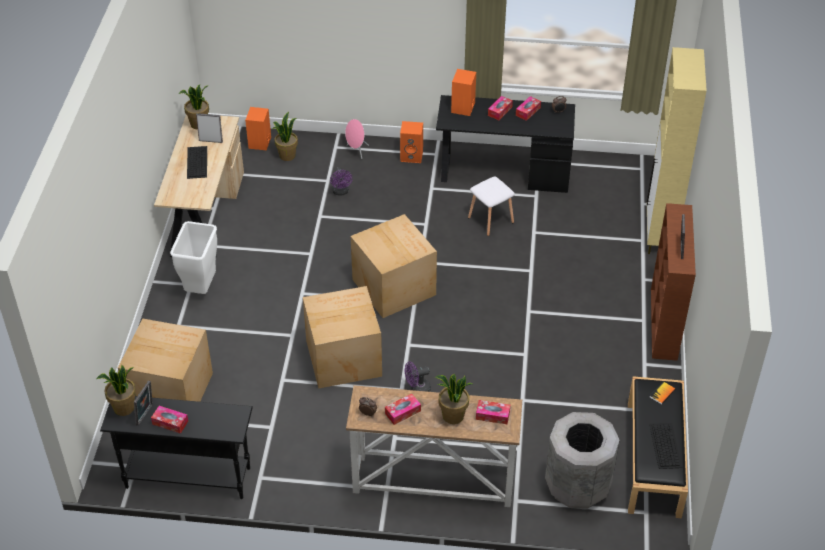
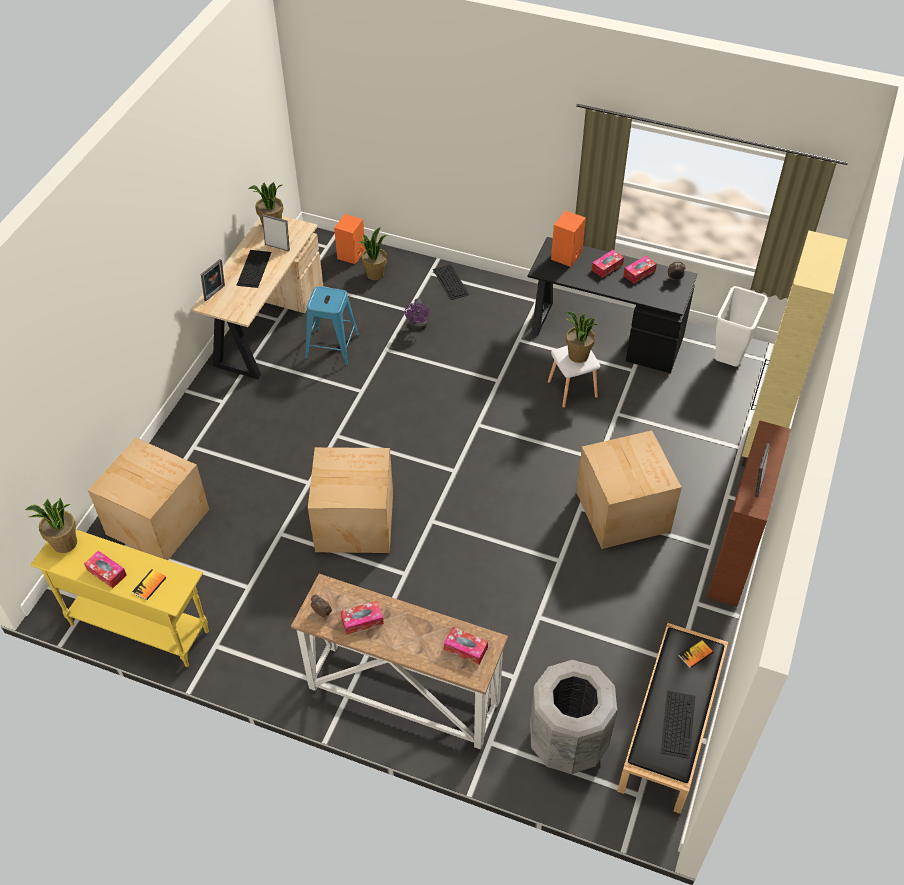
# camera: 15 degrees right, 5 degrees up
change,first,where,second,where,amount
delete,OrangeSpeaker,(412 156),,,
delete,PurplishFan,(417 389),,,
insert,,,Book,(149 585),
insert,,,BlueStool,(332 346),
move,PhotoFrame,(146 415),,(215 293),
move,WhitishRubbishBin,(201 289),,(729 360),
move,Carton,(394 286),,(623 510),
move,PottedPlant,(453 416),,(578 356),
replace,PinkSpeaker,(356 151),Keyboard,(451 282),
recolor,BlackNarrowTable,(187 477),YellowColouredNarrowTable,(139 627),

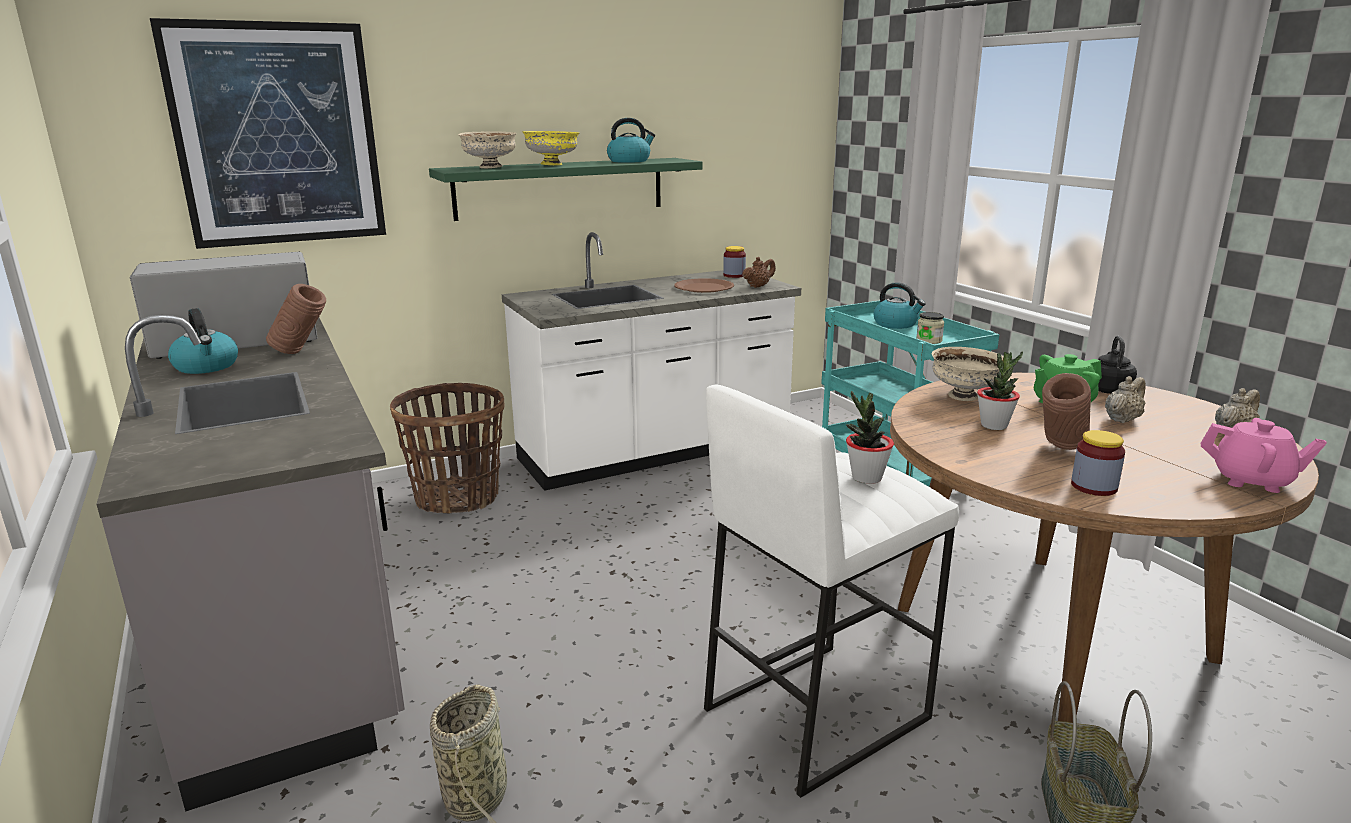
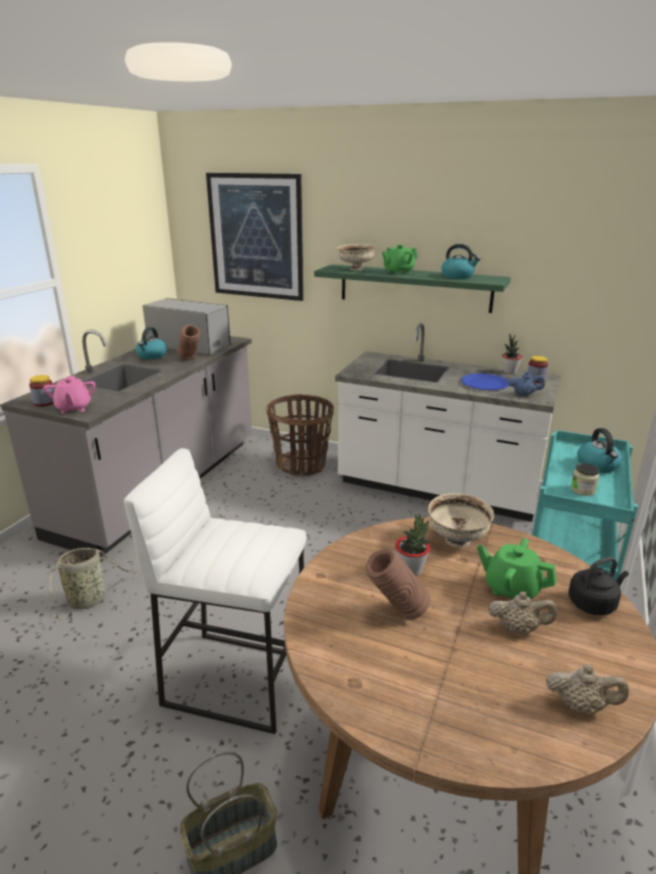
# camera: 50 degrees right, 5 degrees up
change,first,where,second,where,amount
move,PottedPlant,(866 478),,(509 372),
move,PreserveJar,(1094 487),,(45 402),
move,PinkTeapot,(1252 481),,(73 408),
replace,YellowColouredBowl,(552 164),GreenishTeapot,(398 272),
recolor,BrownishFlatDish,(704 288),BlueFlatDish,(485 383),
recolor,BrownishTeapot,(758 286),BlueTeapot,(524 395),

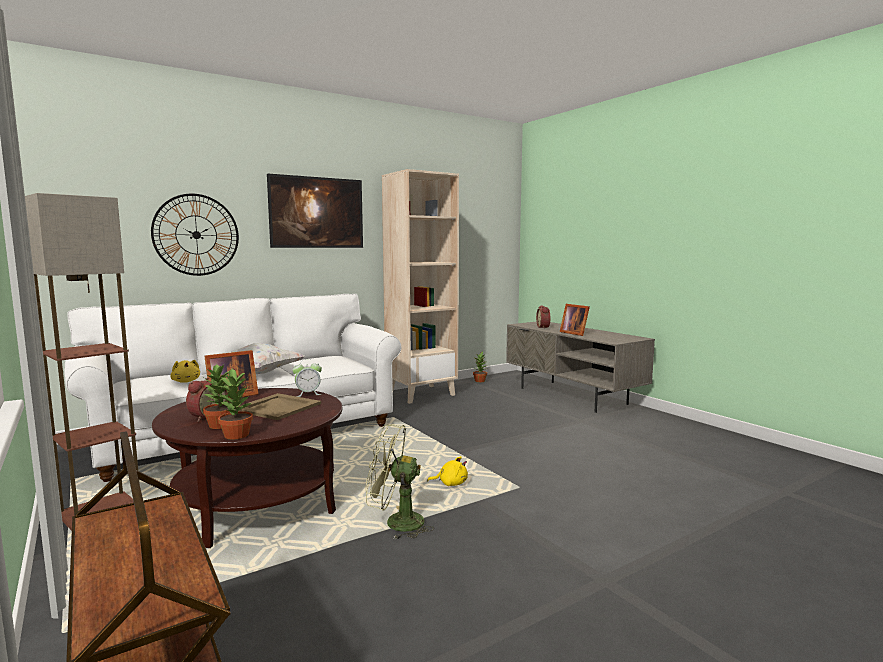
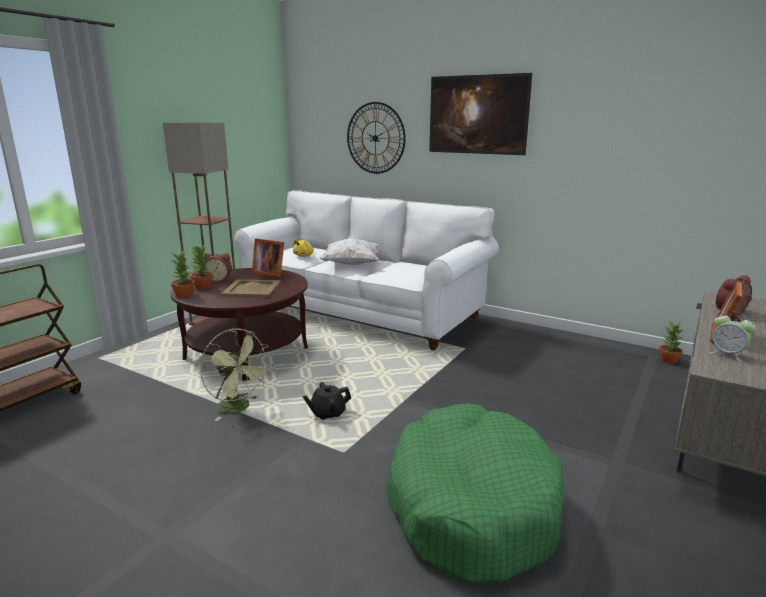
# camera: 65 degrees right, 10 degrees up
change,first,where,second,where,amount
delete,SandColouredShelvingUnit,(421 394),,,
insert,,,GreenishDogBed,(471 505),
move,BedsideClock,(308 394),,(727 354),
replace,YellowColouredCuddlyToy,(450 483),BlackTeapot,(327 414),
rotate,GreenishFan,(396 523),,(239 408),150 degrees clockwise

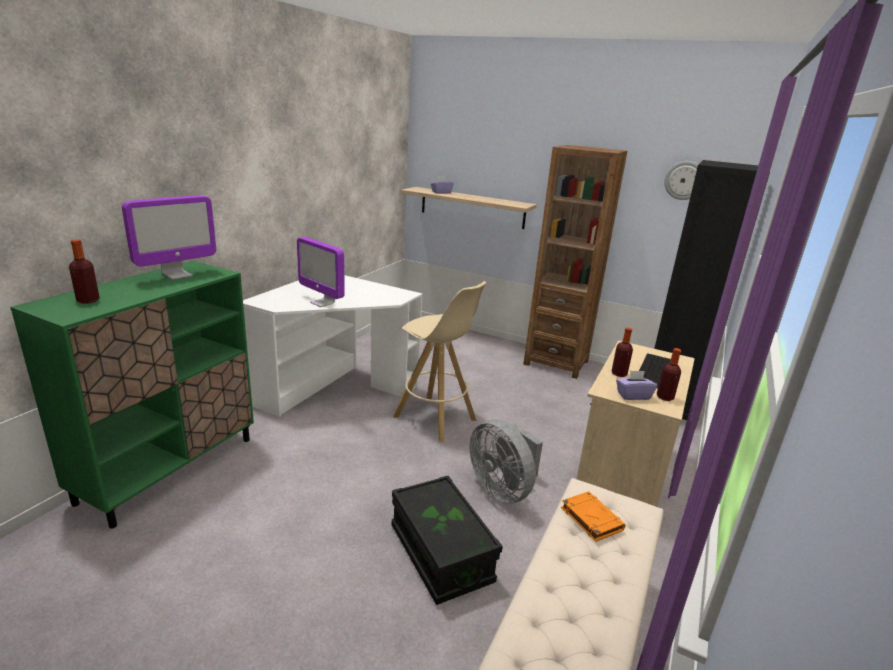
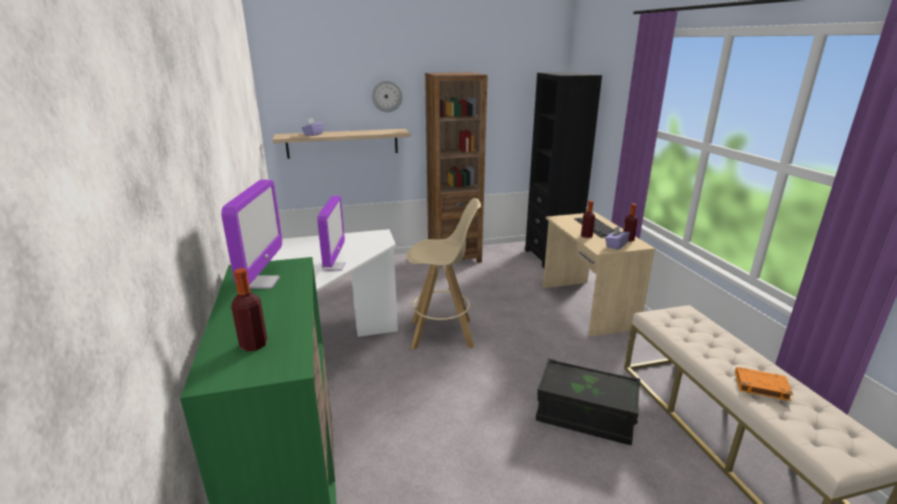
# camera: 40 degrees left, 0 degrees up
change,first,where,second,where,amount
delete,GreyishFan,(502 489),,,
move,OrangeBook,(590 518),,(761 386),
move,HangingClock,(684 180),,(387 96),
rotate,ComputerScreen,(322 303),,(333 267),90 degrees counterclockwise

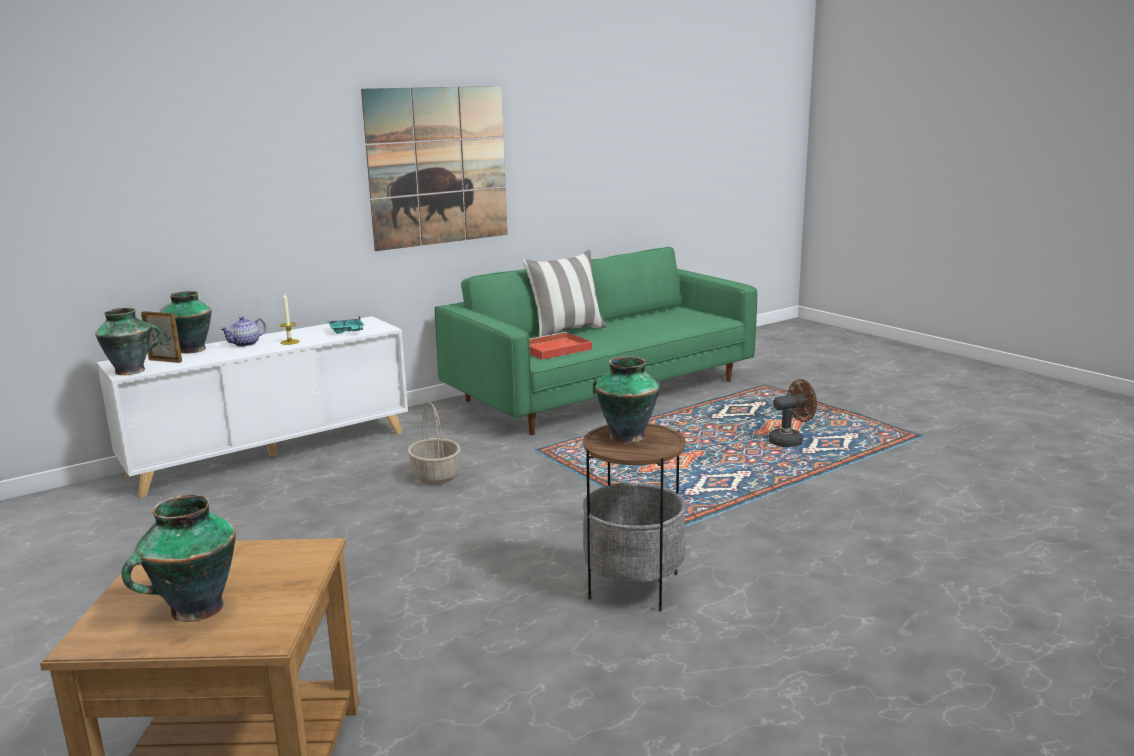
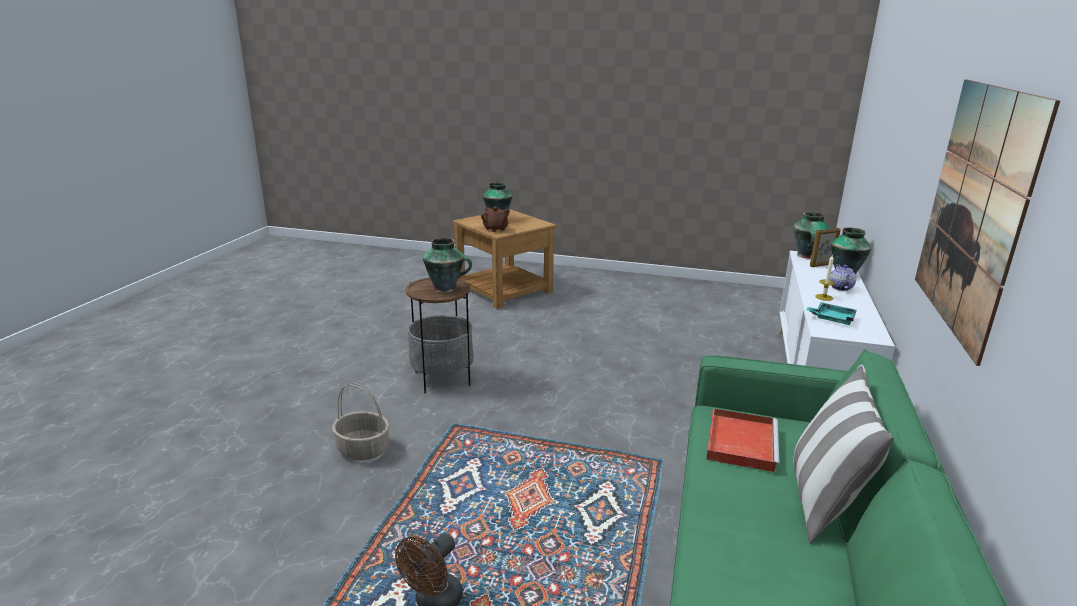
# camera: 140 degrees right, 5 degrees up
change,first,where,second,where,amount
insert,,,BrownishTeapot,(495 229),
move,HouseholdBasket,(435 476),,(364 449),

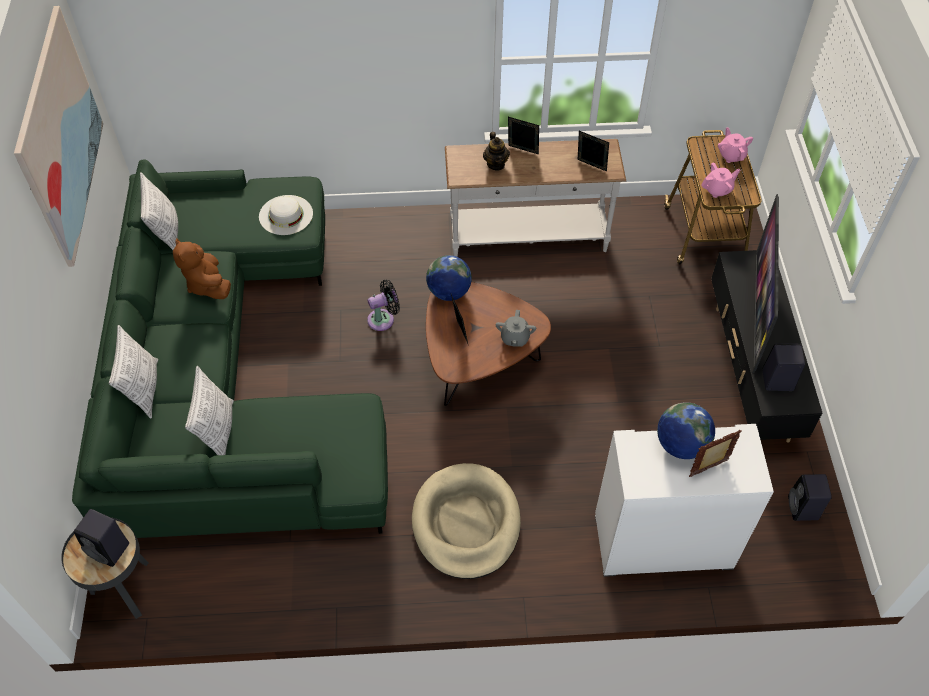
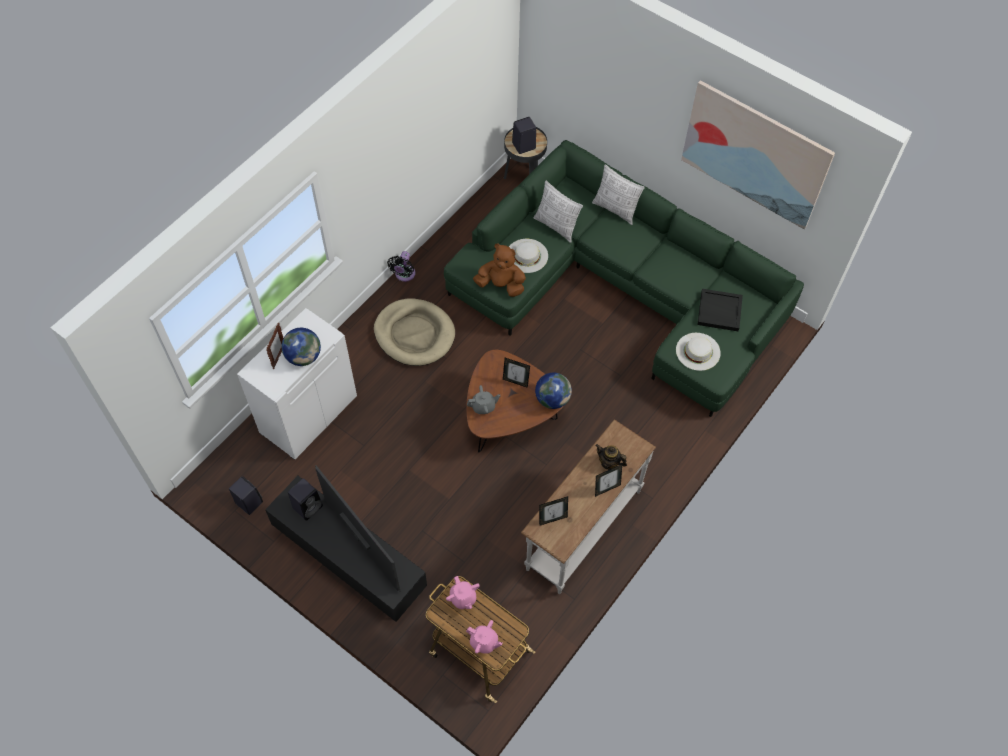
# camera: 130 degrees right, 5 degrees up
change,first,where,second,where,amount
delete,Cushion,(166 233),,,
insert,,,WhitishHat,(527 255),
insert,,,BlackCarryingTray,(719 311),
move,BrownishCuddlyToy,(207 284),,(501 285),
move,BlackFan,(383 319),,(404 275),
rotate,GreyishTeapot,(514 338),,(483 406),120 degrees clockwise
rotate,PinkTeapot,(717 189),,(463 598),45 degrees counterclockwise

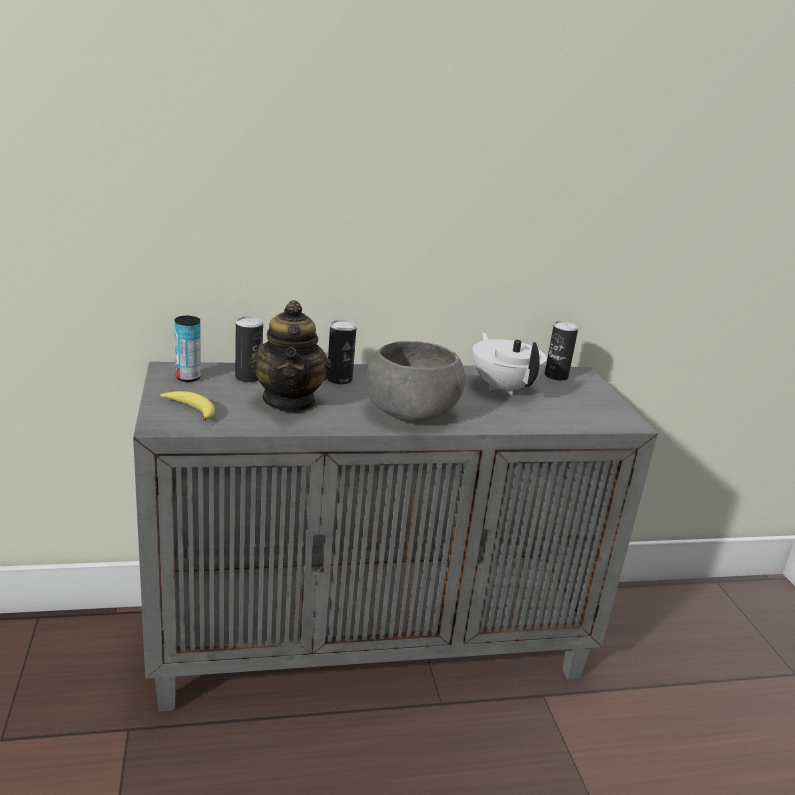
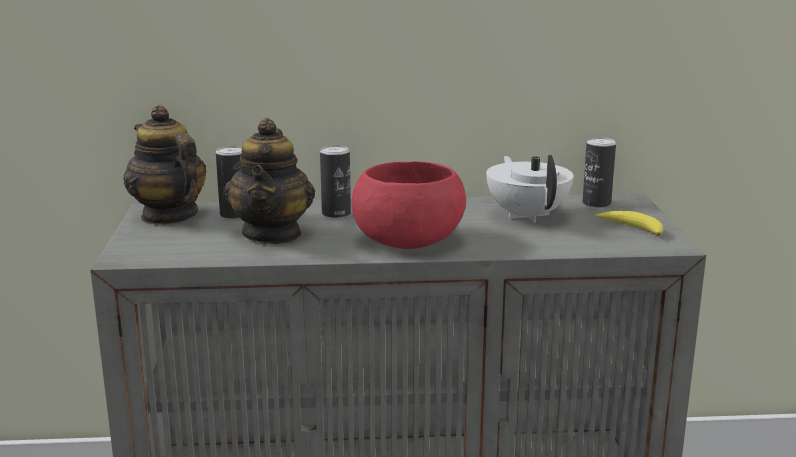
# camera: 10 degrees right, 5 degrees down
change,first,where,second,where,amount
move,WholeBanana,(191 410),,(632 229),
replace,SealedCan,(188 377),Teapot,(168 216),
recolor,GreyishBowl,(411 411),ReddishBowl,(408 240),

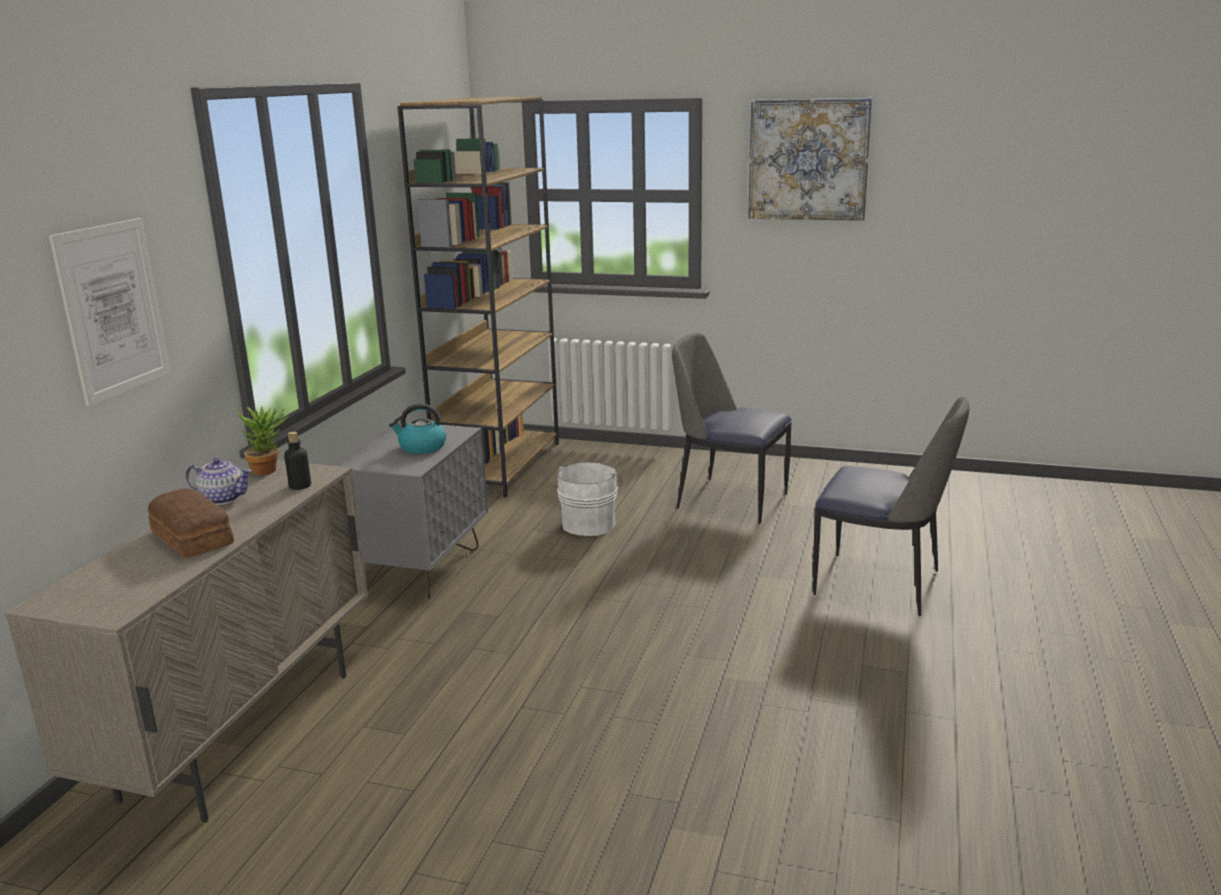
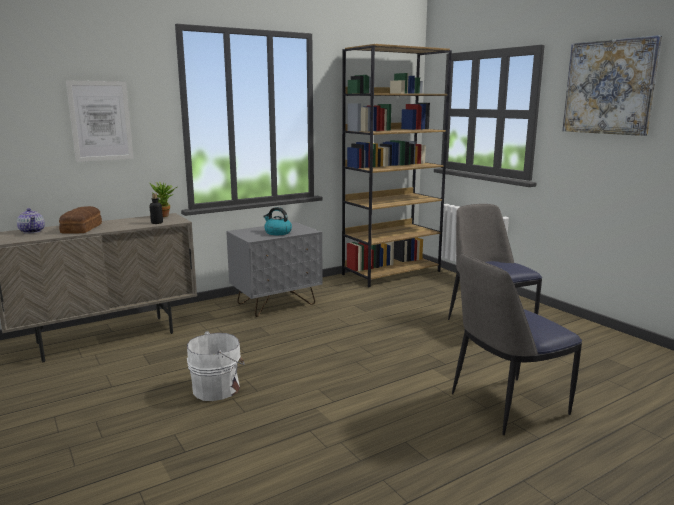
# camera: 40 degrees right, 5 degrees down
change,first,where,second,where,amount
move,Teapot,(223 498),,(32 231),
move,WhitishPail,(590 523),,(218 388),
rotate,Chair,(881 584),,(506 405),90 degrees clockwise

